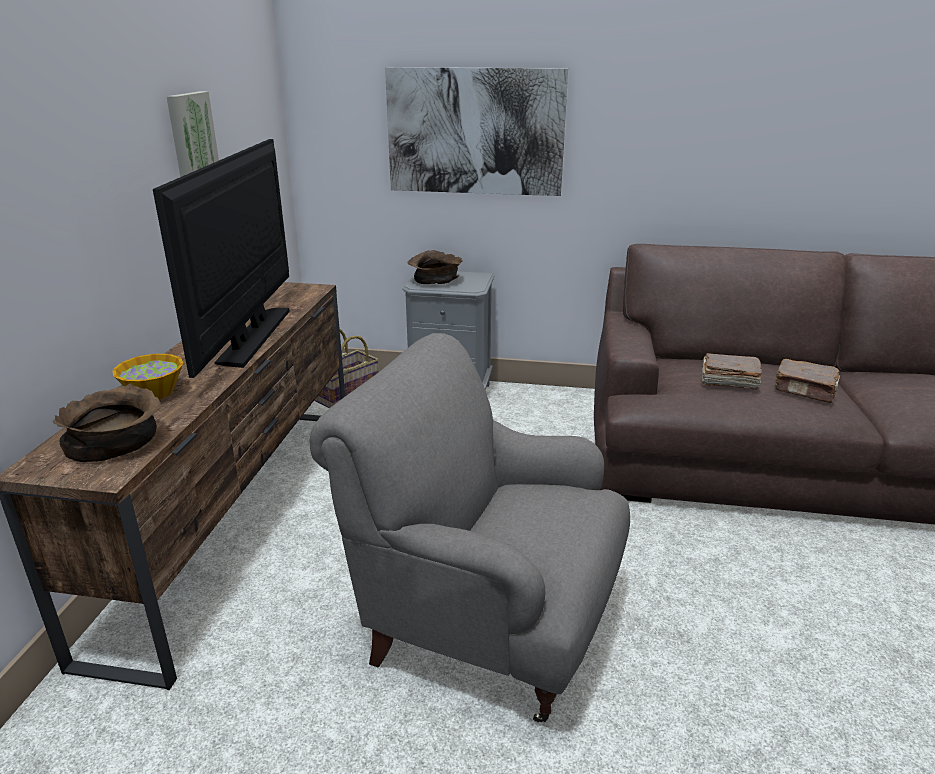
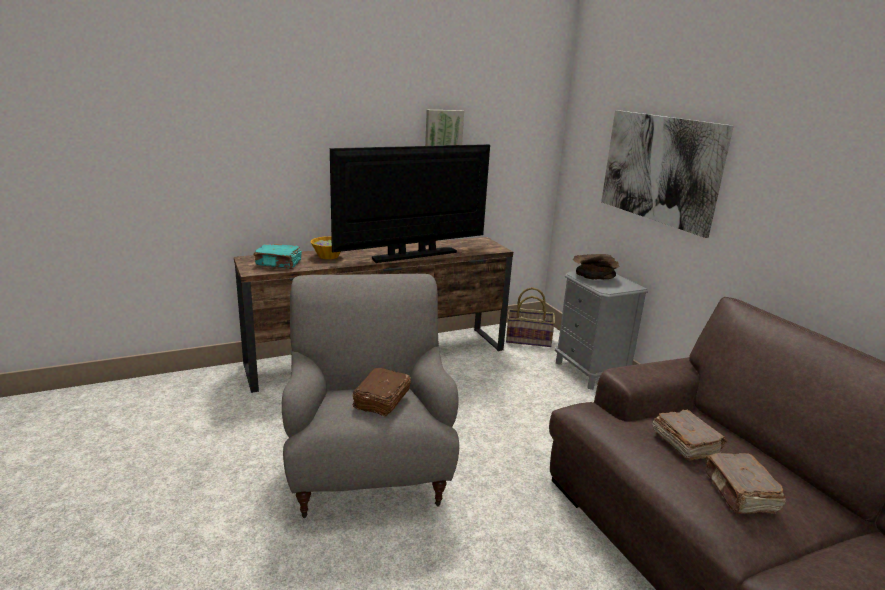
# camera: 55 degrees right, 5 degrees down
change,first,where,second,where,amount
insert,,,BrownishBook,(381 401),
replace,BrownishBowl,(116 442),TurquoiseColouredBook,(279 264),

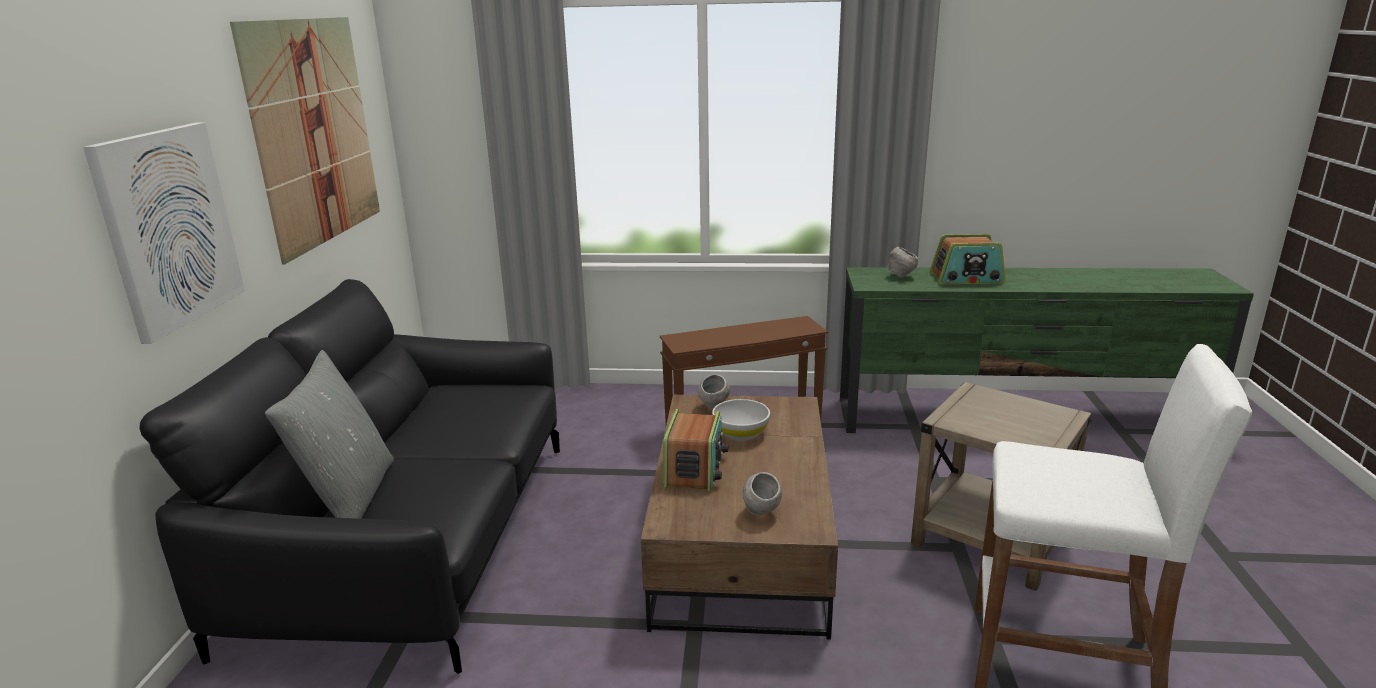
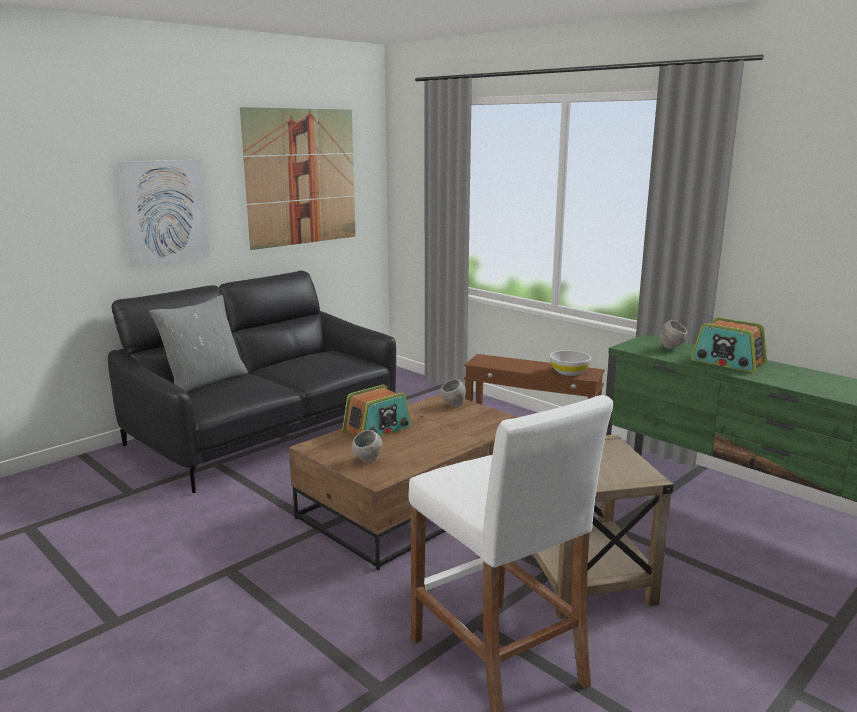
# camera: 40 degrees right, 5 degrees down
change,first,where,second,where,amount
move,WhitishBowl,(740 433),,(569 372),

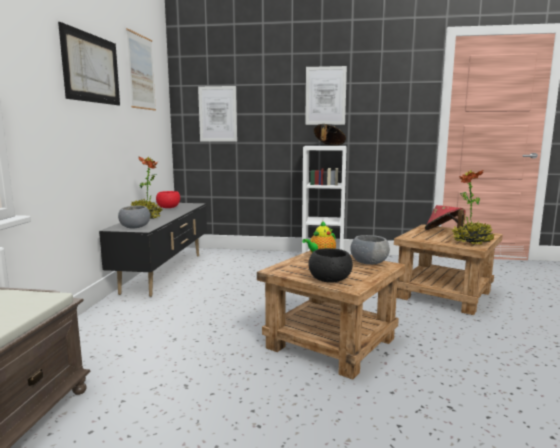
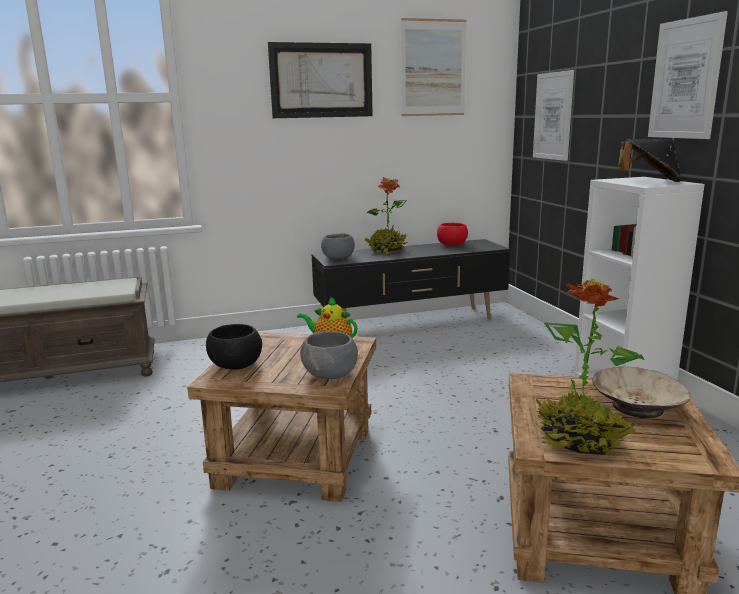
# camera: 65 degrees right, 5 degrees up
change,first,where,second,where,amount
replace,ReddishHat,(443 231),SandColouredBowl,(637 407),

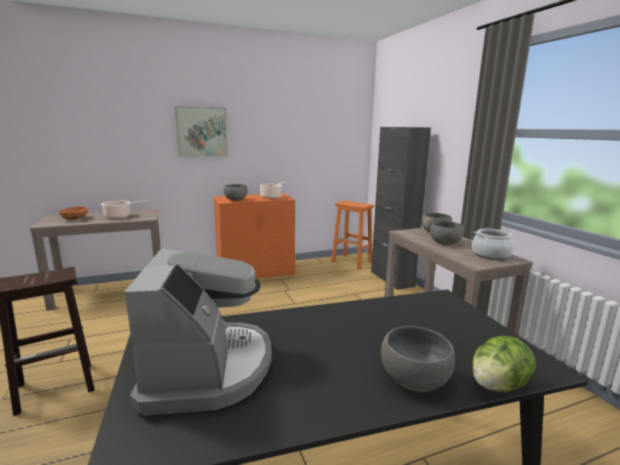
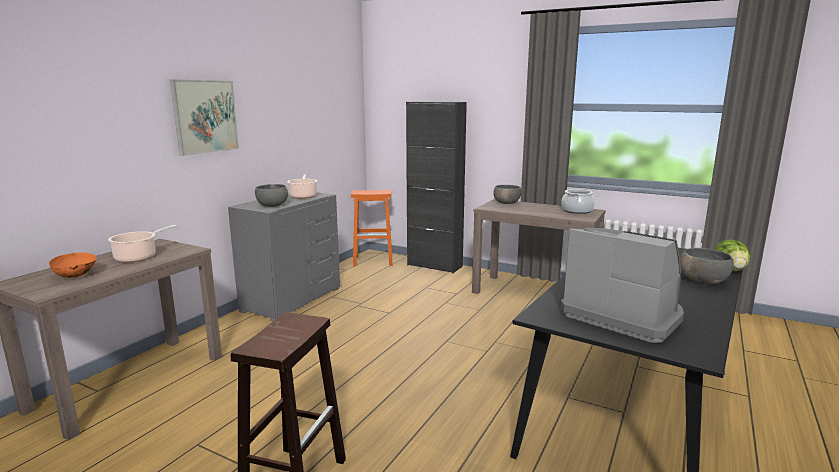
# camera: 40 degrees left, 0 degrees up
change,first,where,second,where,amount
delete,GreyishBowl,(445 243),,,
recolor,OrangeDresser,(255 272),GreyishDresser,(291 299),

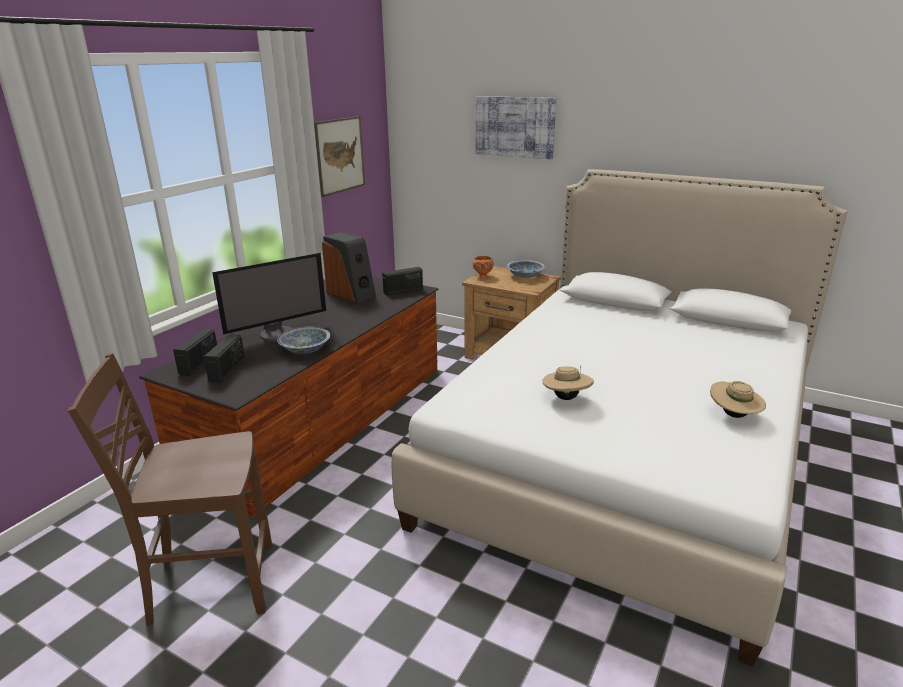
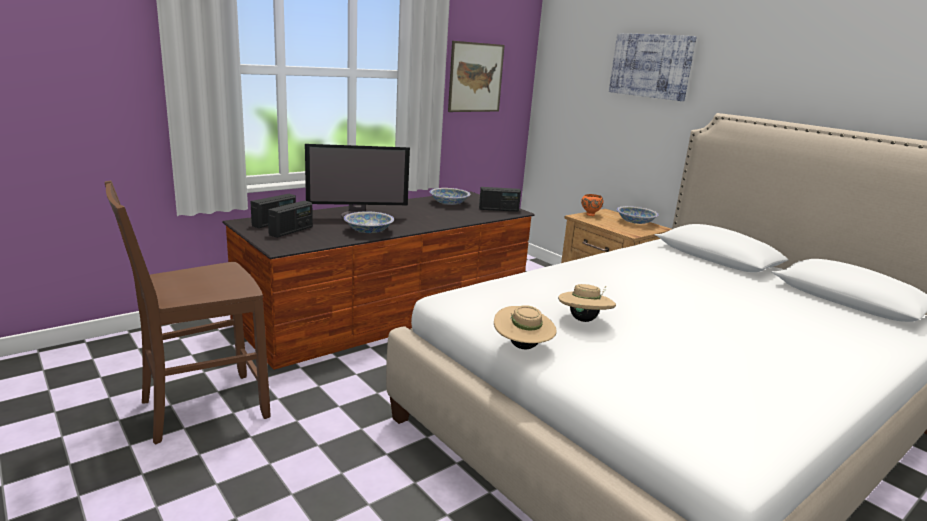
# camera: 20 degrees right, 5 degrees down
change,first,where,second,where,amount
move,SandColouredHat,(734 415),,(522 347),
replace,Speaker,(351 294),Bowl,(449 203),
rotate,BrownishChair,(210 583),,(201 408),45 degrees counterclockwise

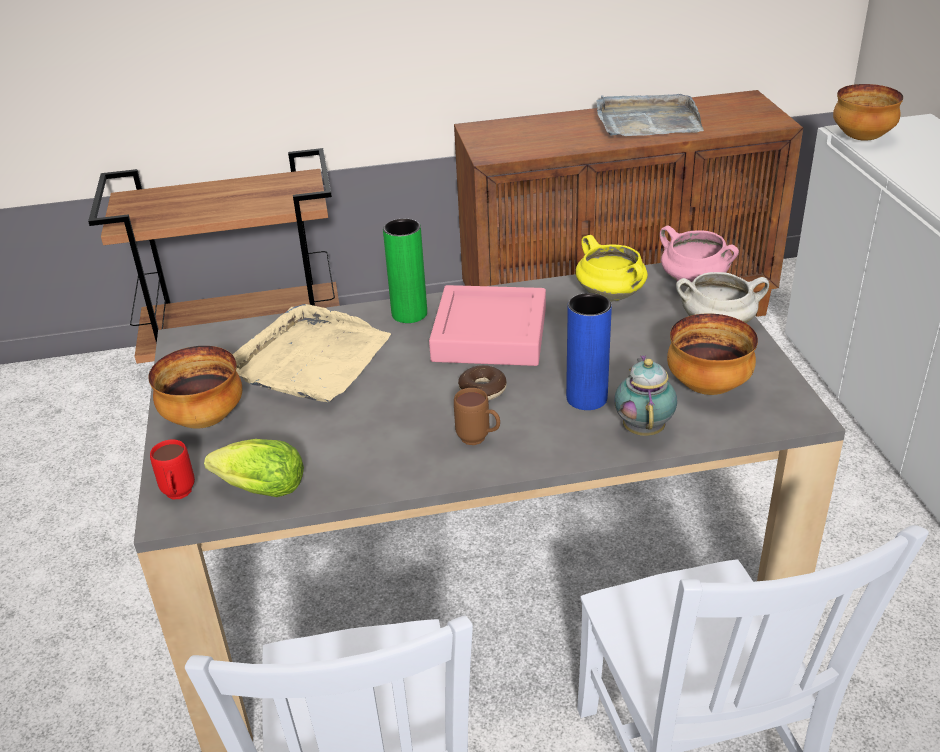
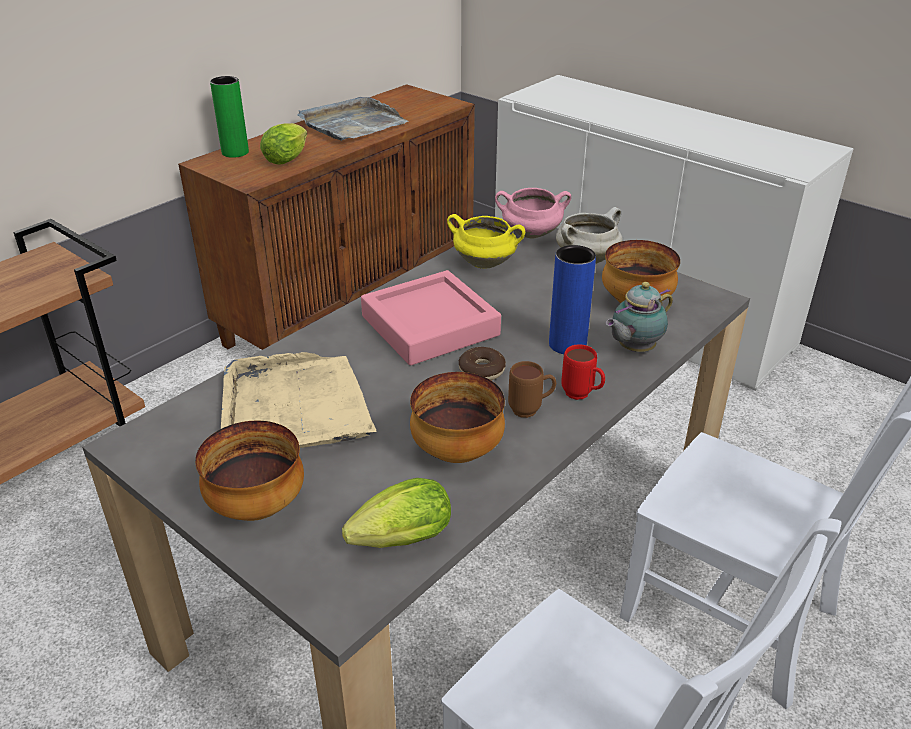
# camera: 40 degrees left, 0 degrees up
change,first,where,second,where,amount
insert,,,LettuceHead,(288 158),
move,ReddishCoffeeMug,(178 496),,(582 396),
move,GreenishFlowerVase,(409 314),,(235 152),
move,Bowl,(860 138),,(456 452),
rotate,Teapot,(643 428),,(633 349),90 degrees counterclockwise

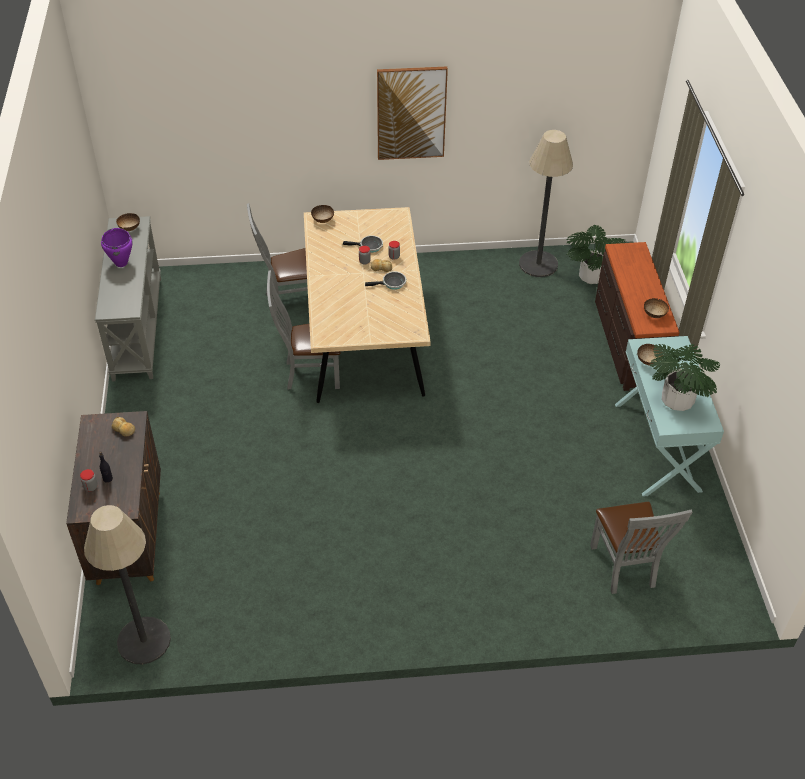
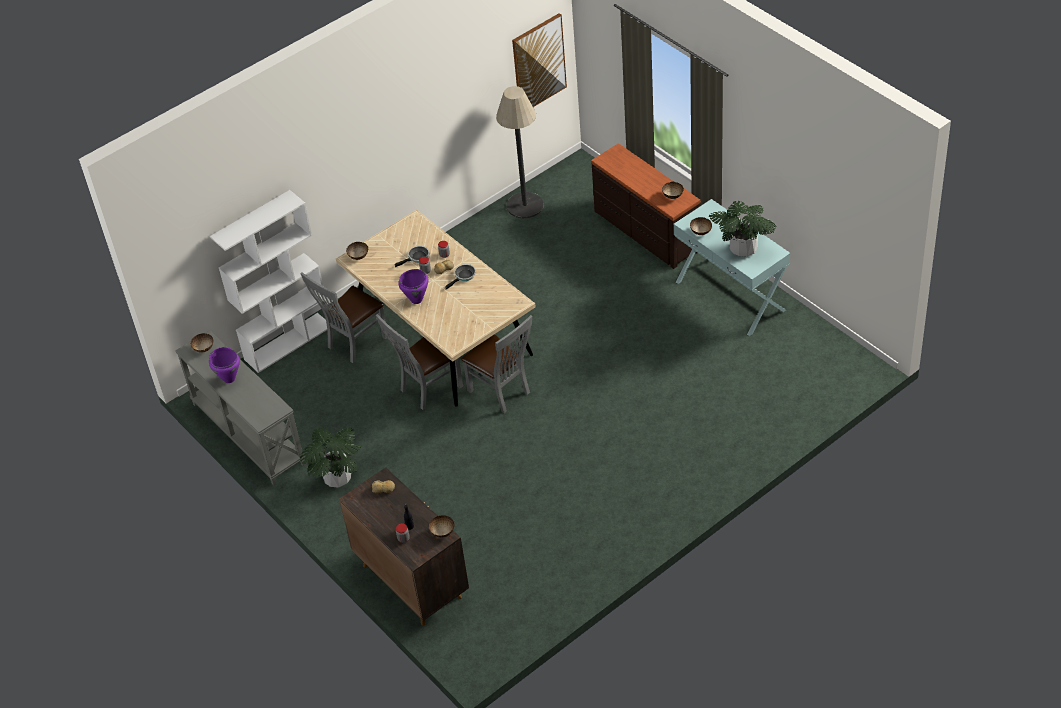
# camera: 30 degrees left, 0 degrees up
change,first,where,second,where,amount
delete,StandardLamp,(144 641),,,
insert,,,WhitishShelvingUnit,(288 342),
insert,,,PurplishSaucepot,(416 300),
insert,,,Bowl,(443 532),
move,WallArt,(411 113),,(539 63),
move,PottedPlant,(591 277),,(338 478),
move,GreyishChair,(625 569),,(502 392),

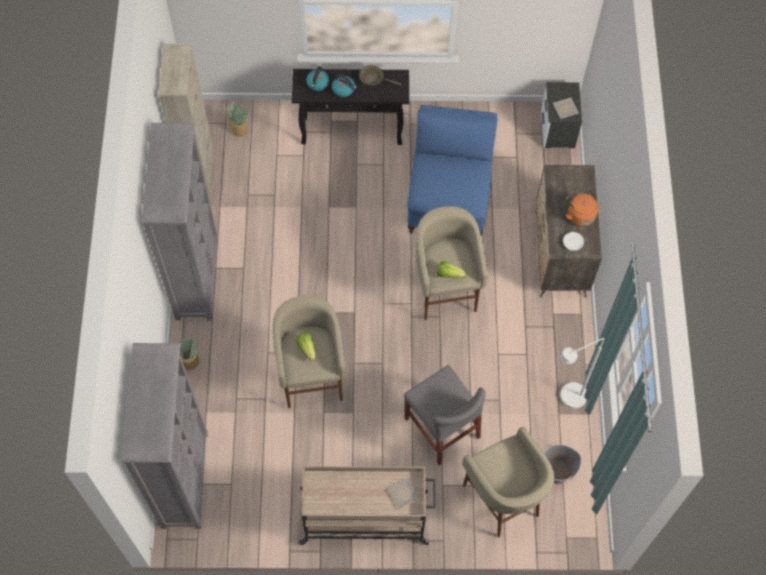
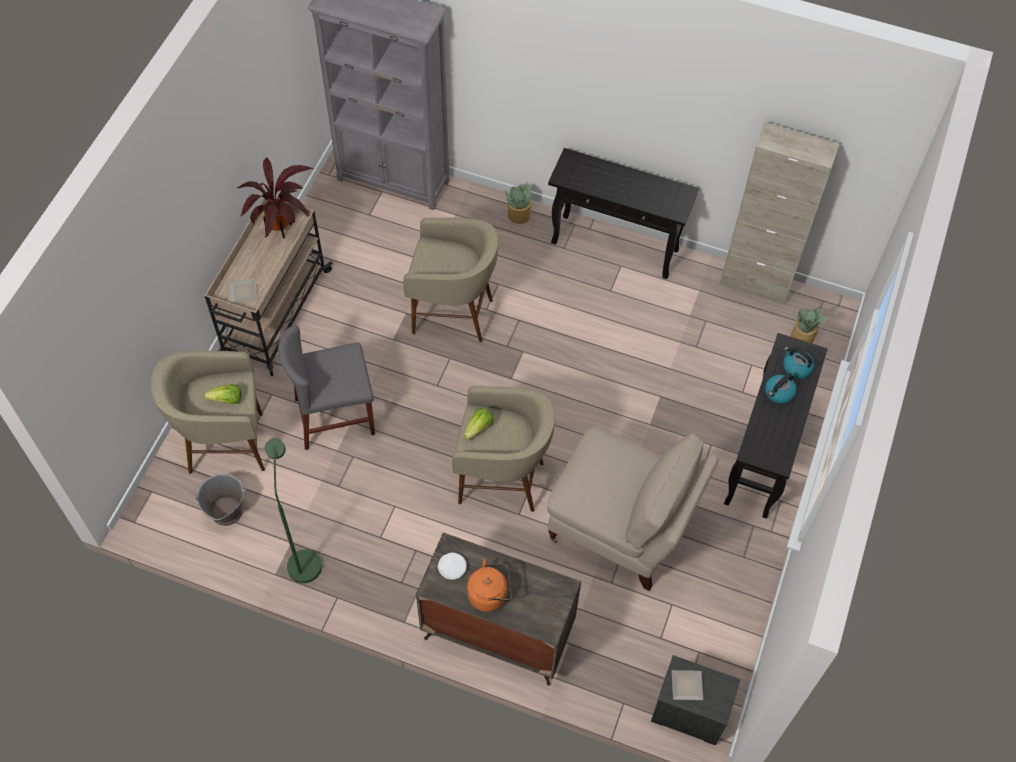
# camera: 110 degrees right, 5 degrees down
change,first,where,second,where,amount
delete,BrownishSkillet,(373 78),,,
insert,,,PottedPlant,(281 230),
move,LettuceHead,(307 348),,(226 400),
replace,GreyishShelvingUnit,(197 277),BlackNarrowTable,(616 246),
recolor,BlueChair,(448 201),SandColouredChair,(621 528),
recolor,WhitishStandardLamp,(567 400),GreenishStandardLamp,(303 558),

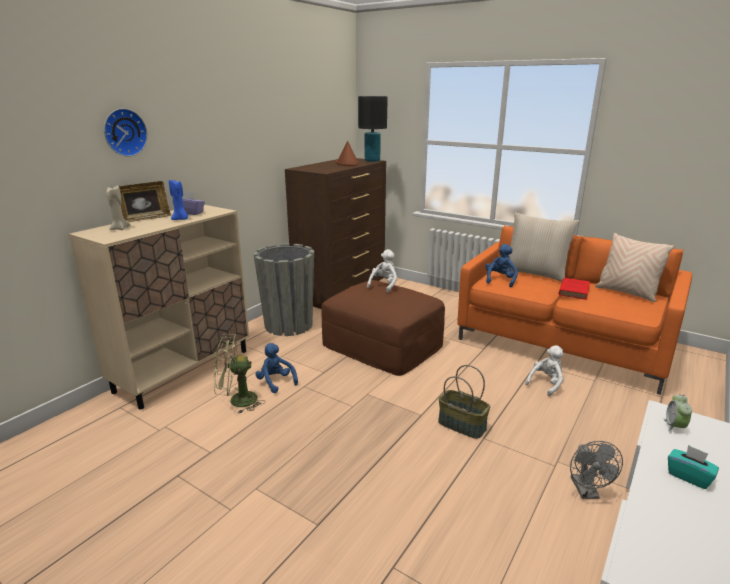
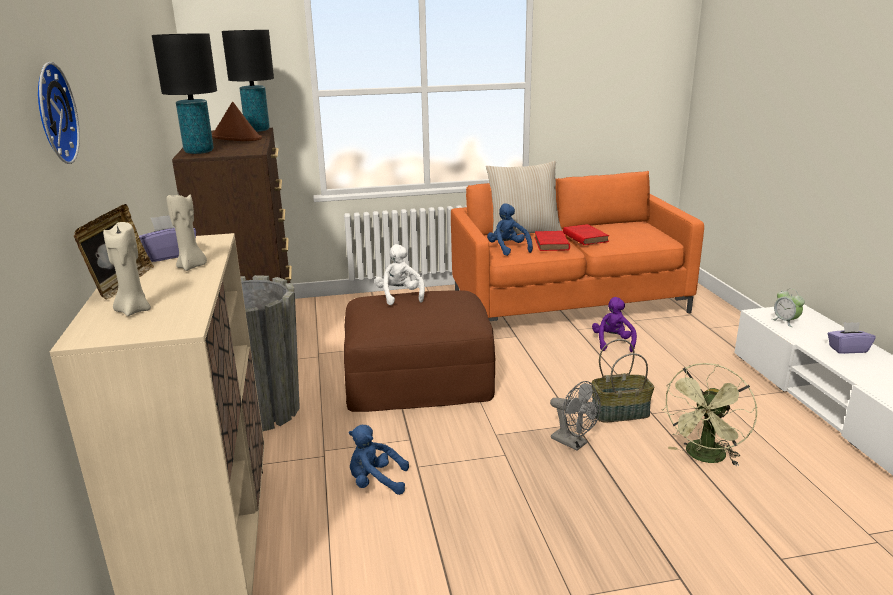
# camera: 45 degrees left, 0 degrees up
change,first,where,second,where,amount
delete,SandColouredCushion,(626 293),,,
insert,,,BlackLampForATable,(199 152),
insert,,,ReddishBook,(551 244),
move,GreenishFan,(237 401),,(704 457),
move,GreyishFan,(587 492),,(574 443),
recolor,BlueCandle,(180 219),SandColouredCandle,(192 267),
recolor,WhitishCuddlyToy,(546 384),PurplishCuddlyToy,(612 343),
recolor,TurquoiseColouredTissueHolder,(689 476),PurplishTissueHolder,(847 349),

